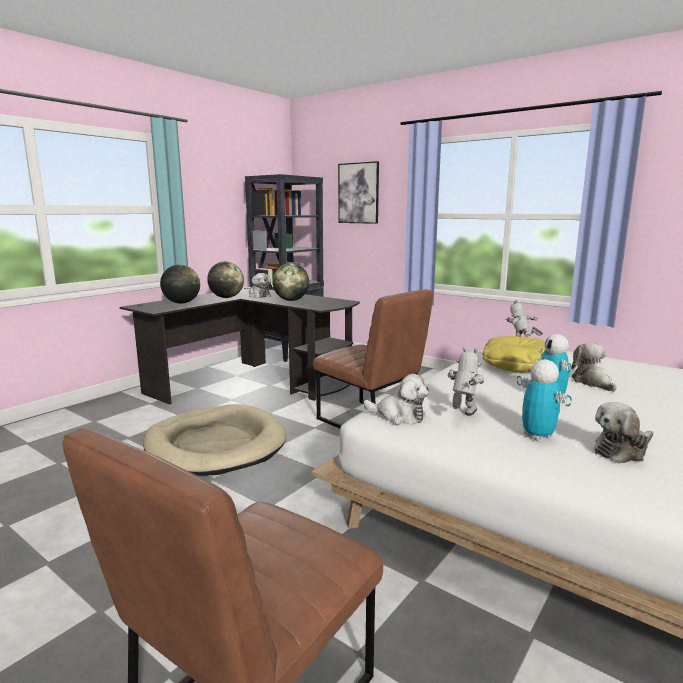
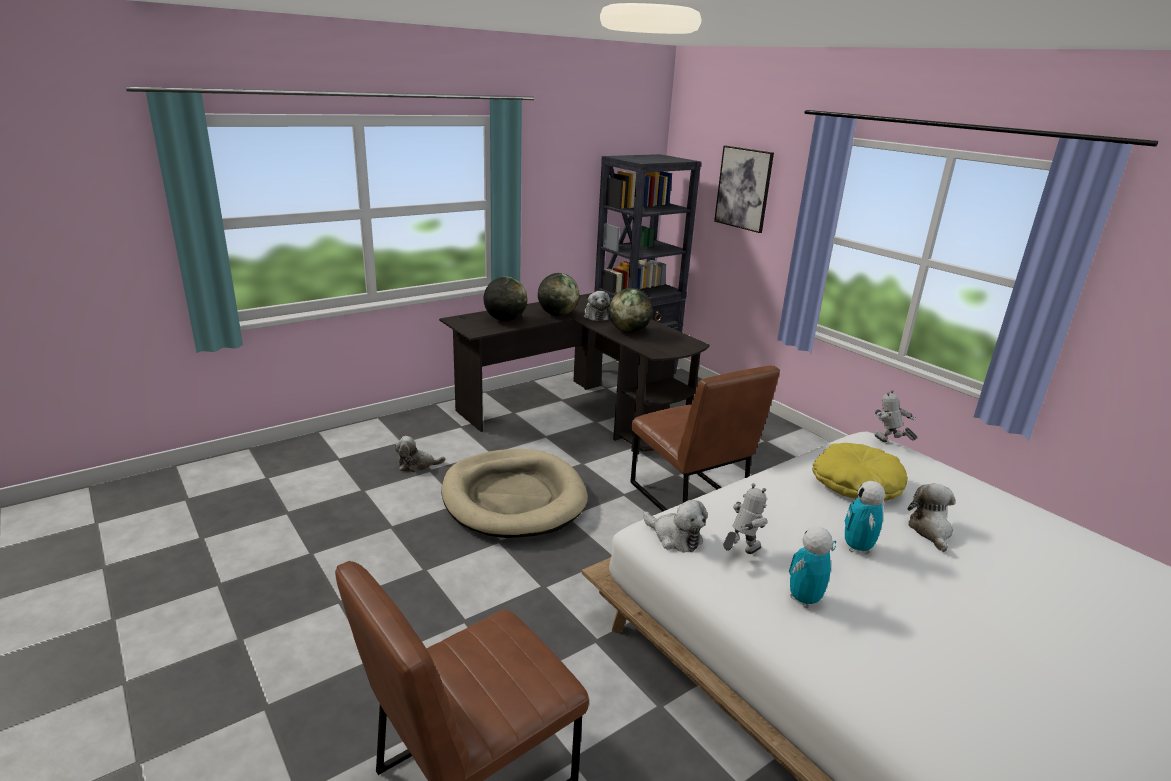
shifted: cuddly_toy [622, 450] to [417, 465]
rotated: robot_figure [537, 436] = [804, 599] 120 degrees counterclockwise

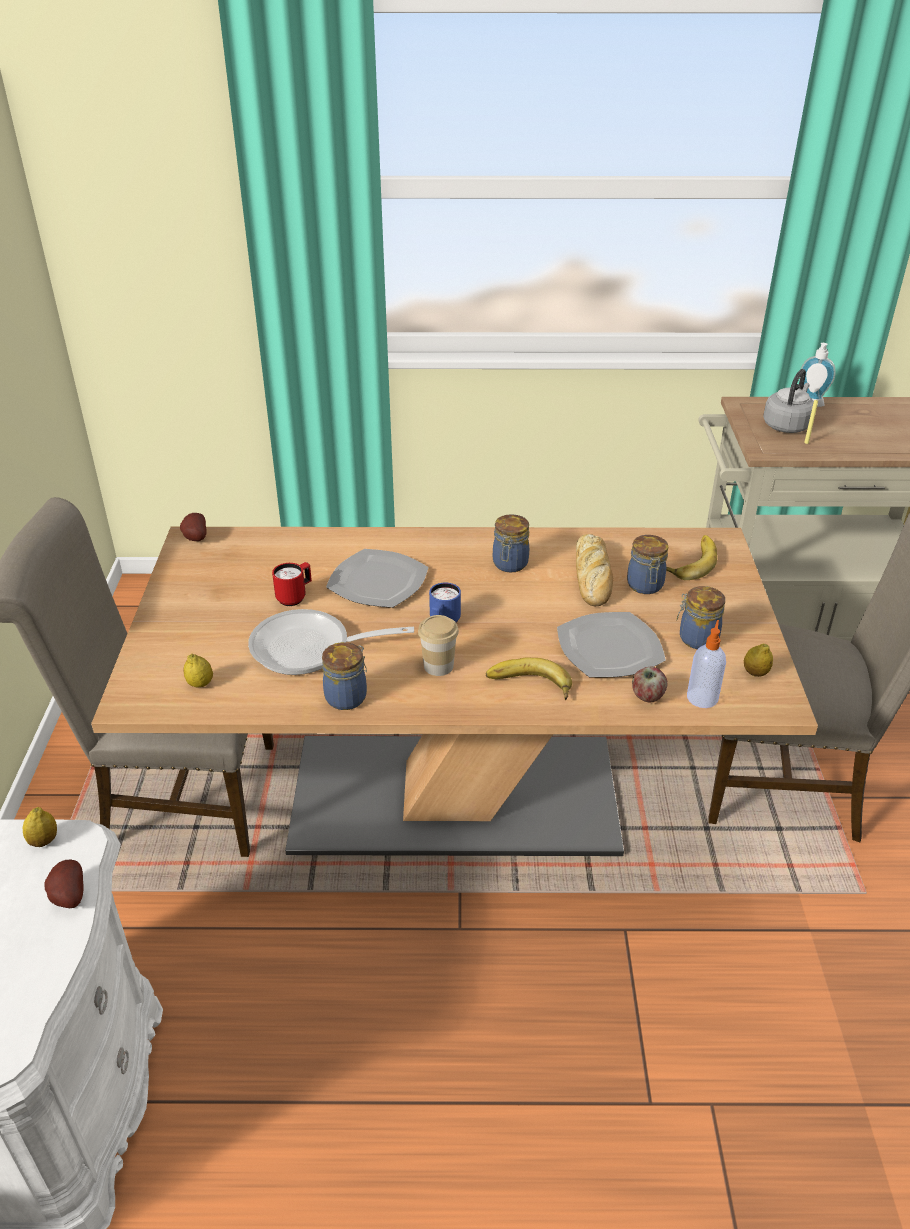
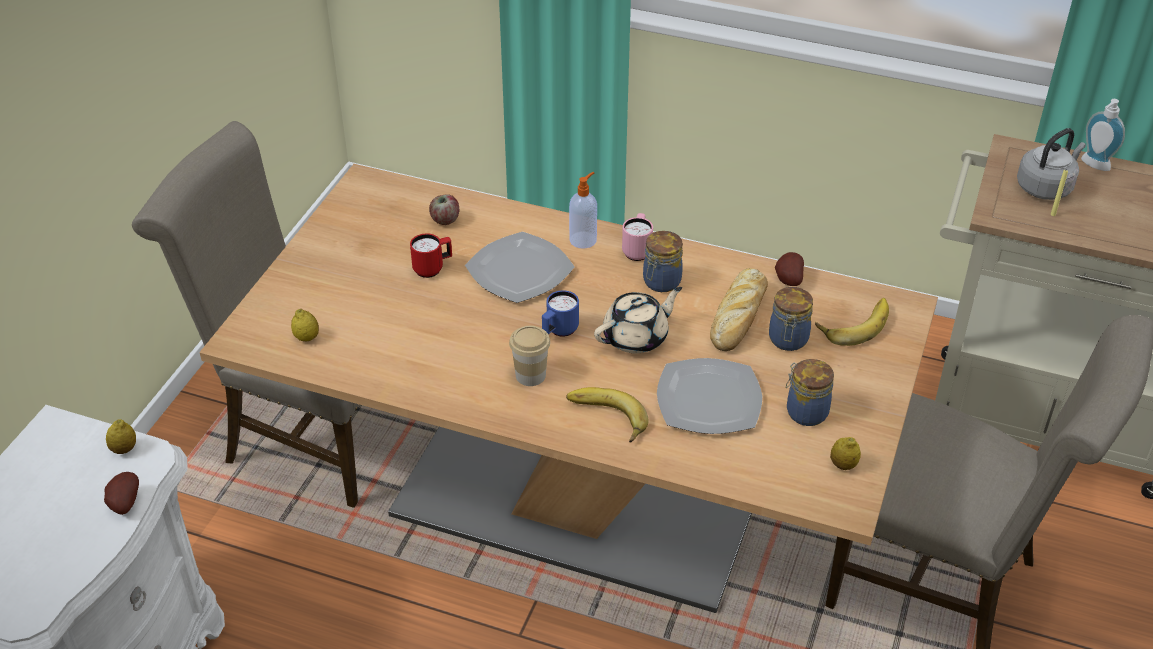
gone: frying_pan [309, 649]; preserve_jar [347, 697]
new: beige_pot_for_tea [636, 337]; pinkish_coffee_mug [637, 250]
shifted: whole_potato [195, 538] to [787, 280]; whole_apple [647, 696] to [445, 220]; soap_dispenser [702, 697] to [583, 239]

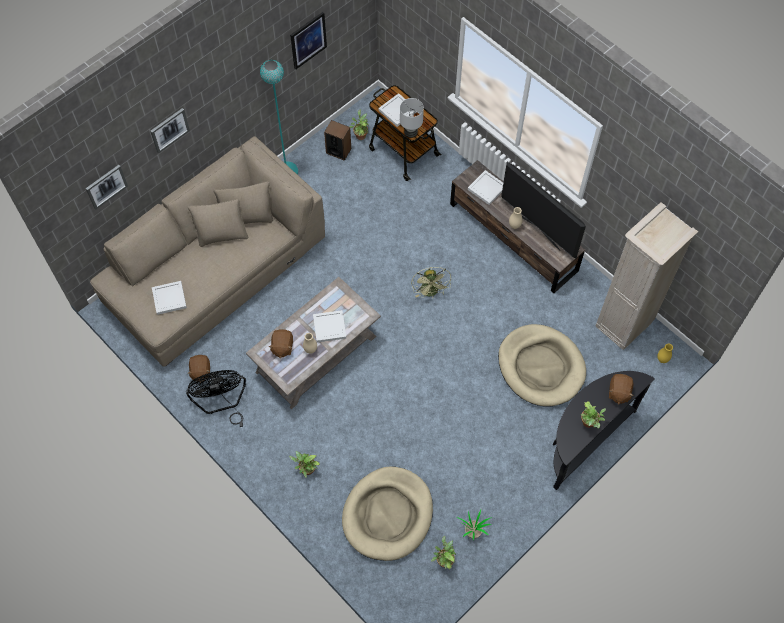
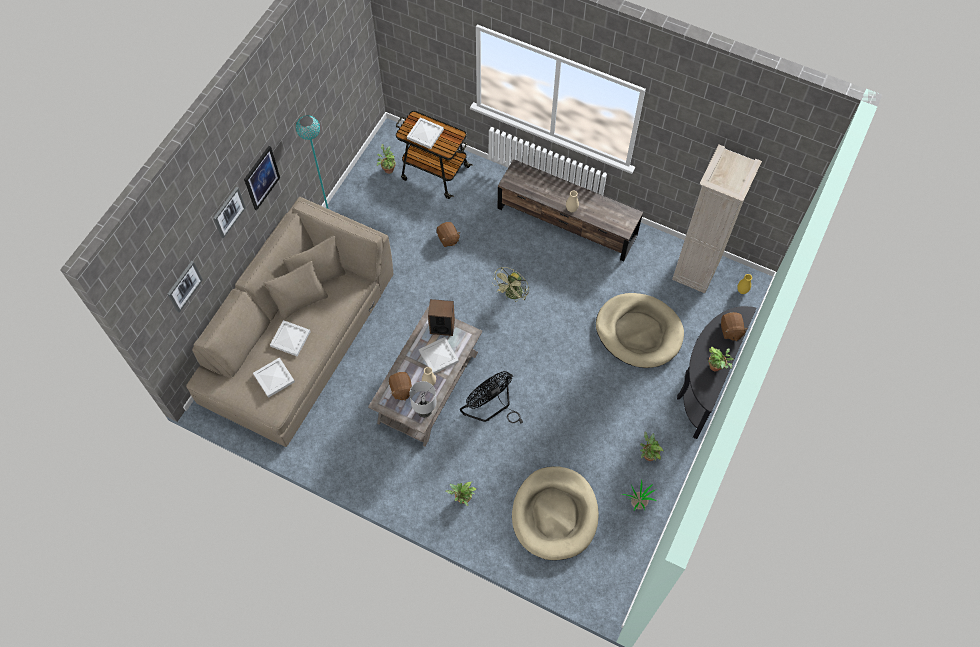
gone: TV [537, 230]
shifted: black-coloured_electric_fan [222, 402] to [494, 406]; brown_cuddly_toy [200, 372] to [448, 239]; wall_art [308, 40] to [261, 178]; audio_speaker [338, 151] to [442, 326]; grey_tabletop_lamp [410, 132] to [424, 410]; plant_in_a_pot [444, 560] to [648, 455]; white-coloured_carrying_tray [487, 189] to [290, 339]
rotated: green-coloured_electric_fan [431, 292] = [512, 295] 60 degrees clockwise

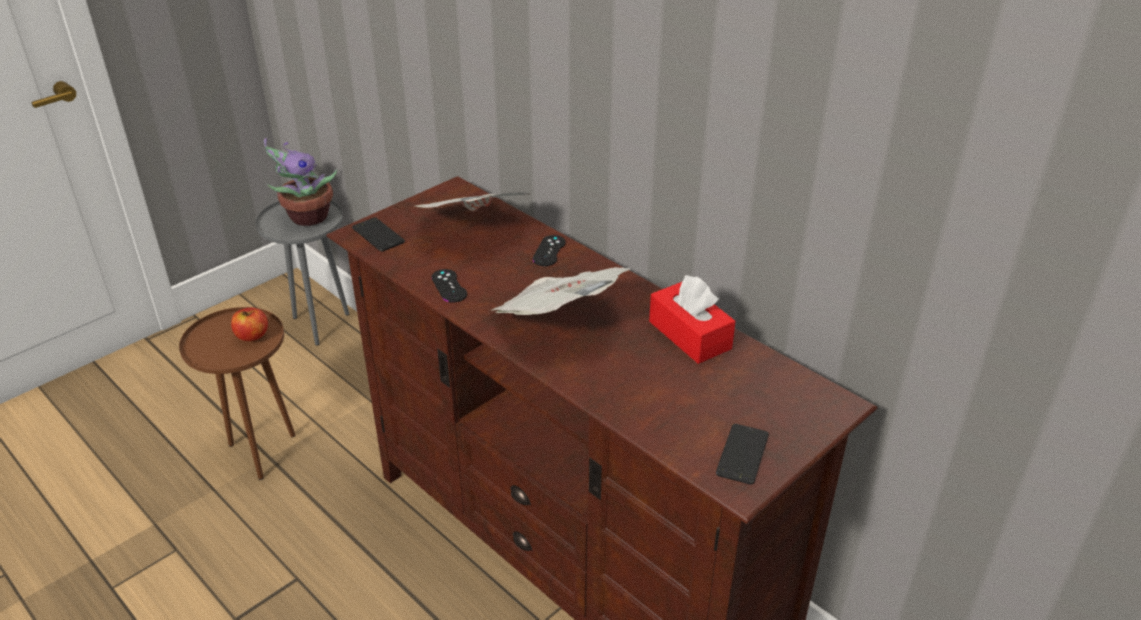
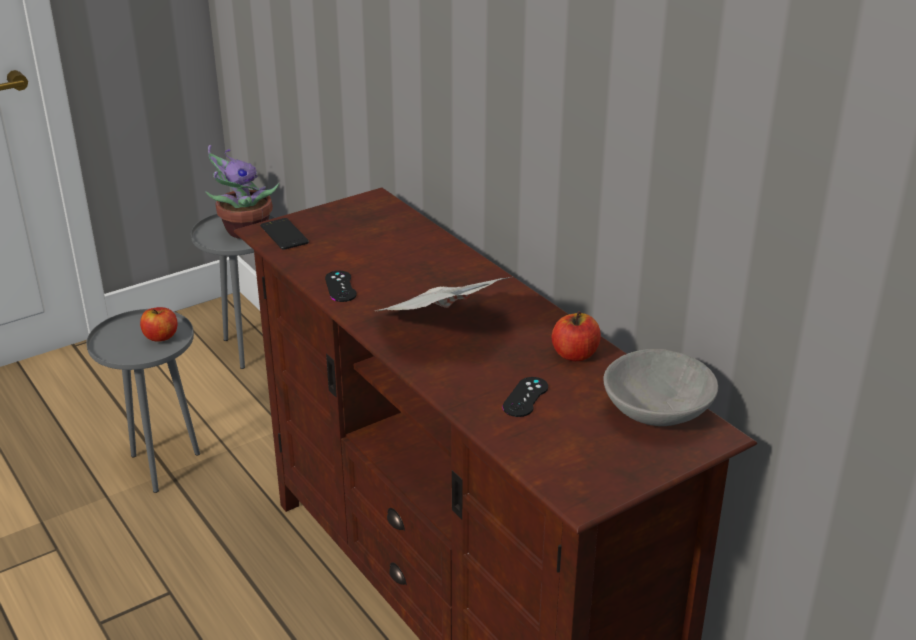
gone: printed_paper [474, 227]; telephone [742, 454]
new: grey_bowl [658, 412]
shifted: black-coloured_joypad [549, 251] to [525, 397]
swapped: reddish_box_of_tissues [689, 335] to whole_apple [575, 354]
repainted: brown_side_table [262, 452] to grey_side_table [162, 466]

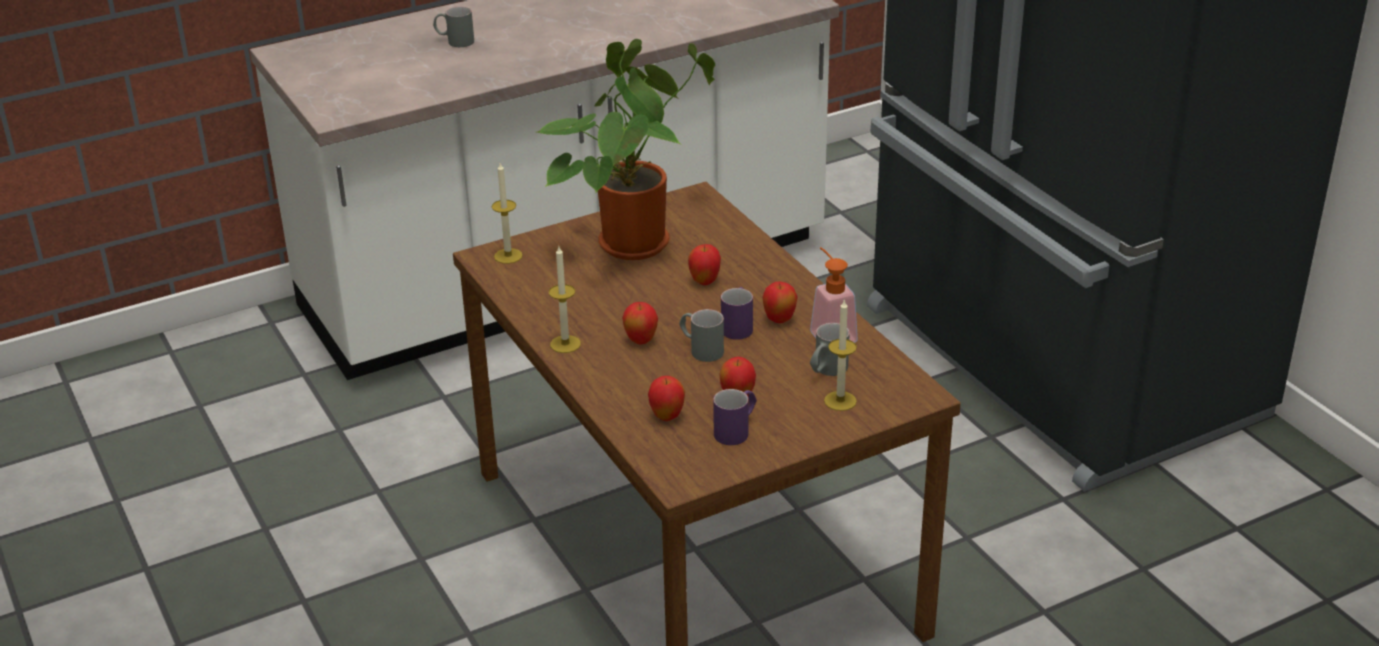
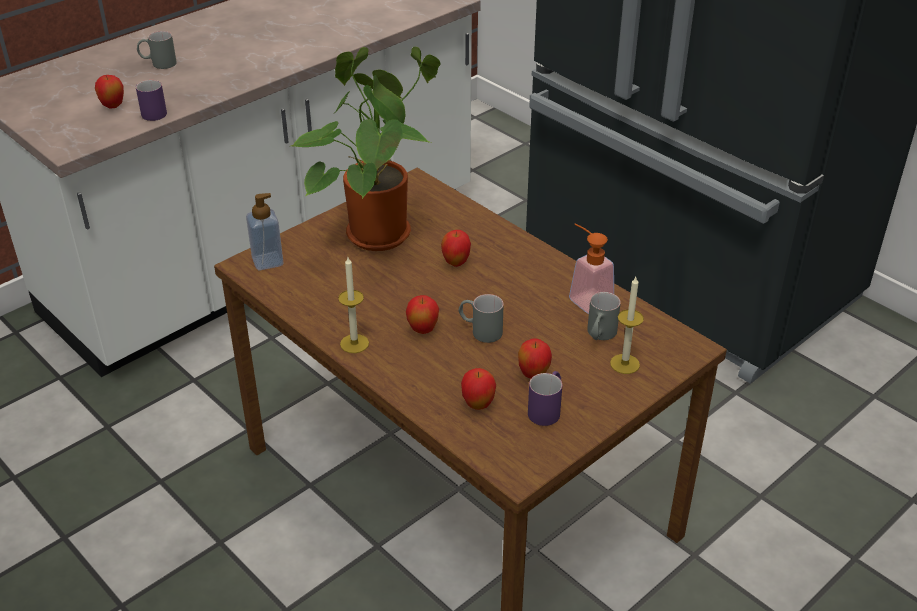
shifted: purple-coloured_coffee_mug [738, 326] to [155, 111]; whole_apple [779, 320] to [113, 106]
swapped: candle [508, 256] to soap_dispenser [267, 261]

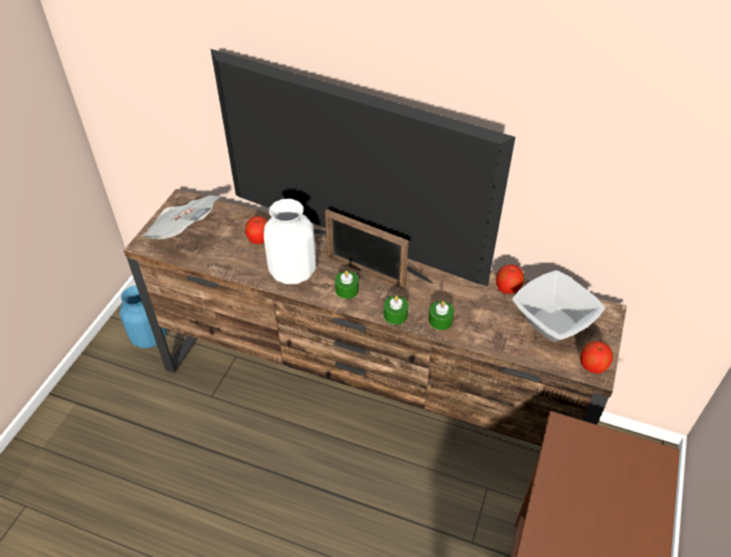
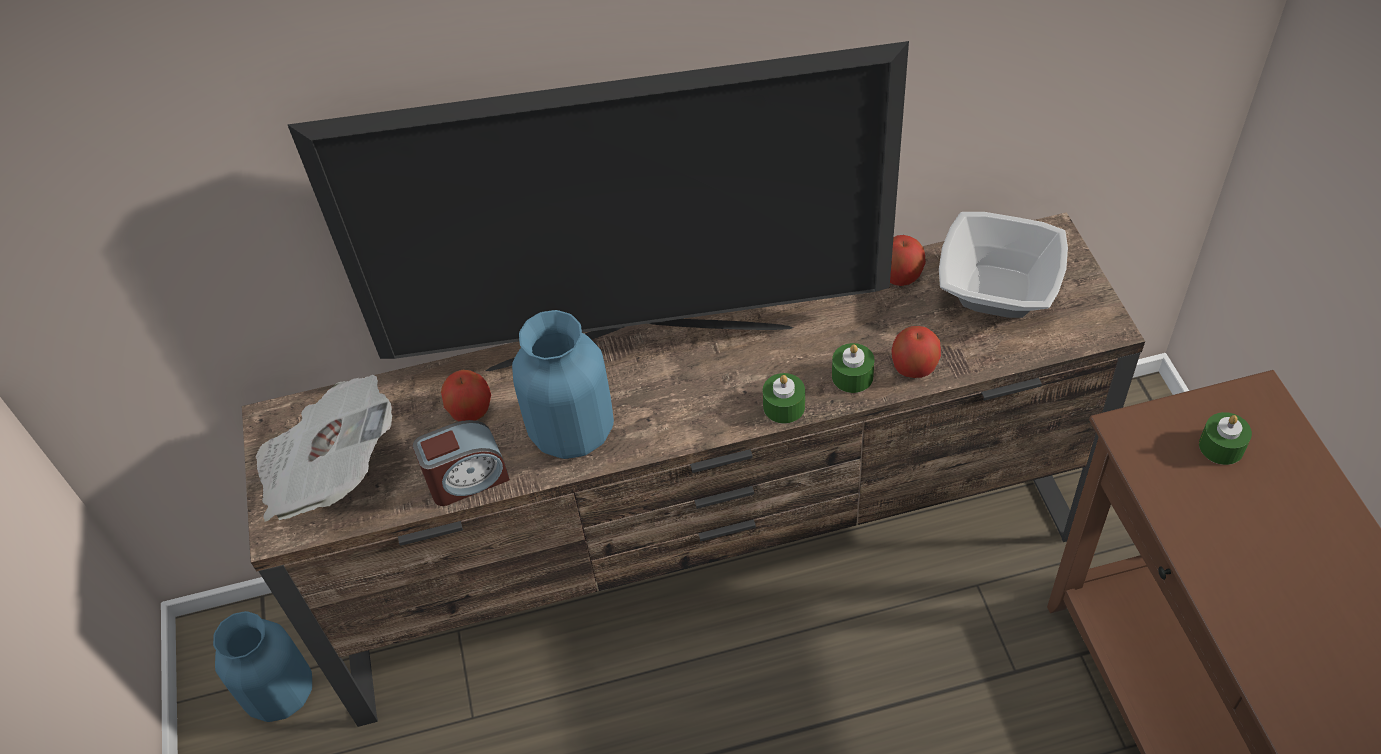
gone: photo_frame [365, 272]
new: alarm_clock [467, 479]
shifted: green-coloured_candle [347, 290] to [1221, 446]; whole_apple [592, 366] to [914, 367]
repainted: white-coloured_flower_vase [292, 271] to blue_flower_vase [572, 430]

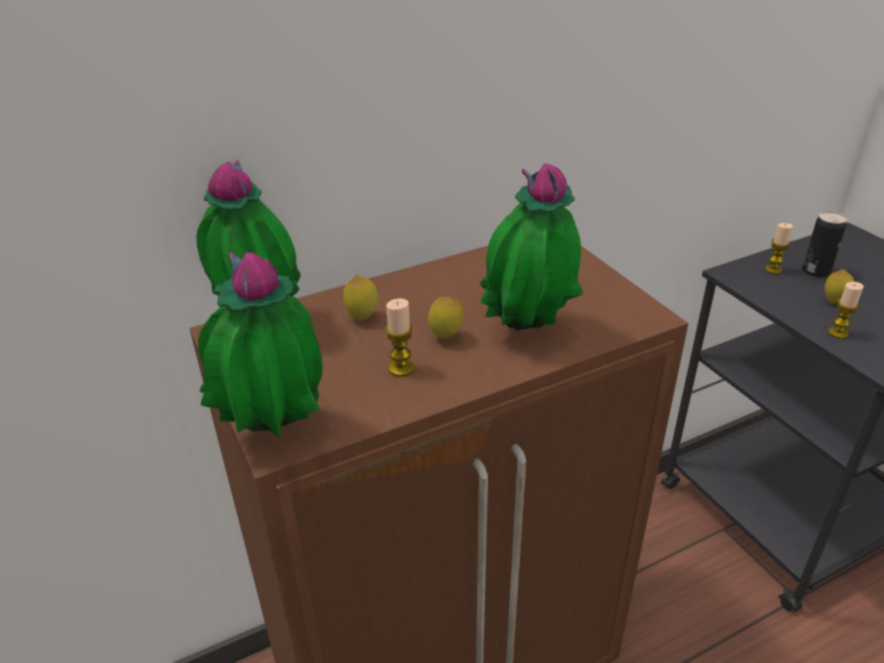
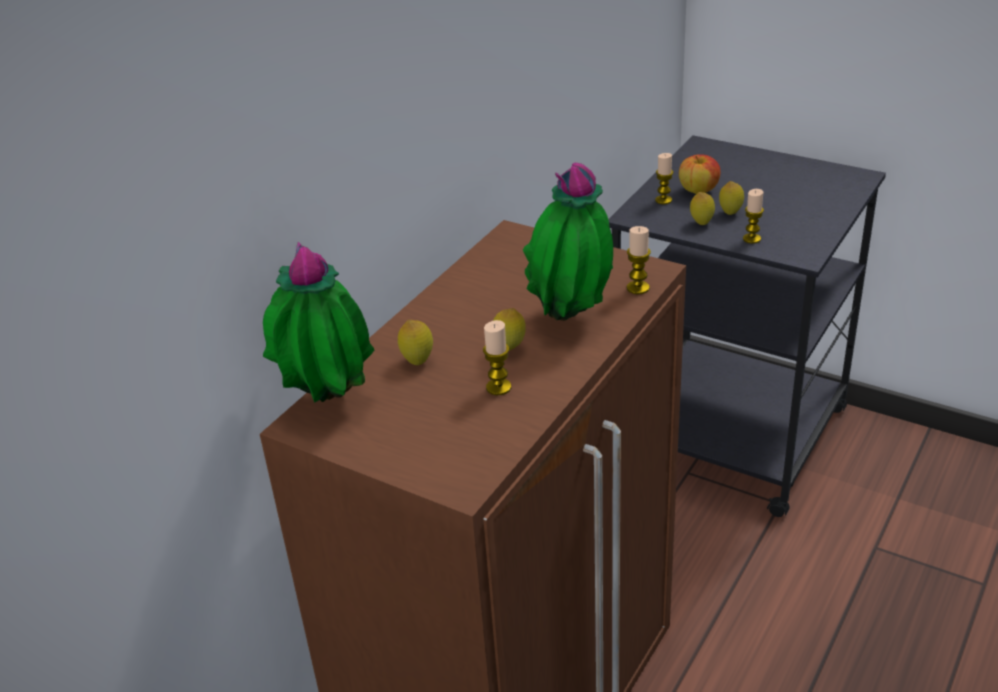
gone: plant_in_a_pot [274, 435]
new: candle [638, 288]; lemon [701, 223]
swapped: can [815, 272] to whole_apple [698, 191]

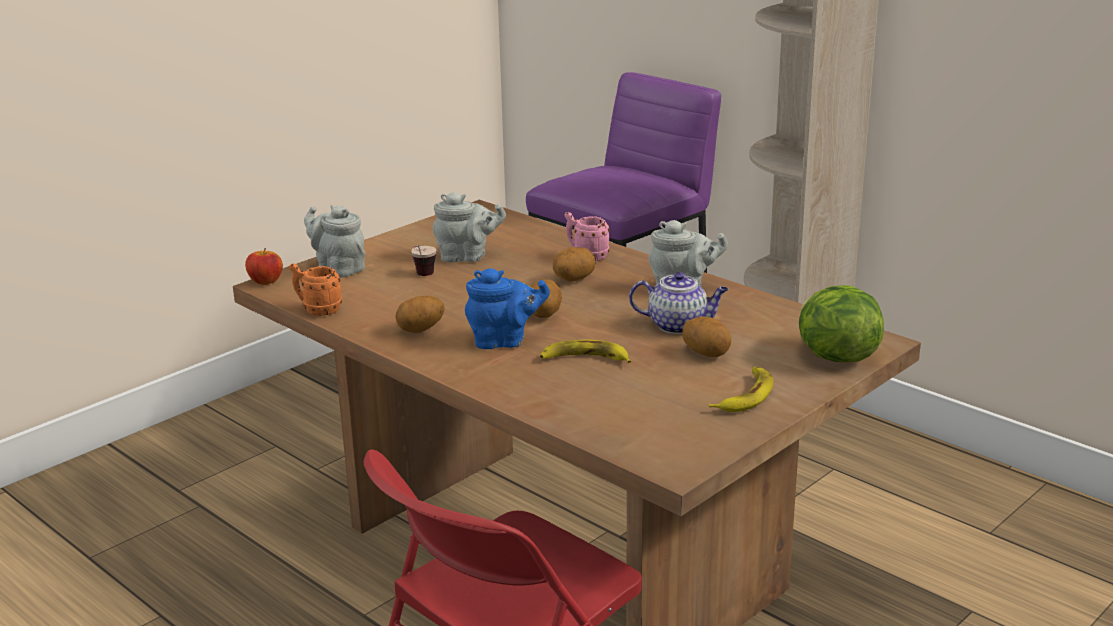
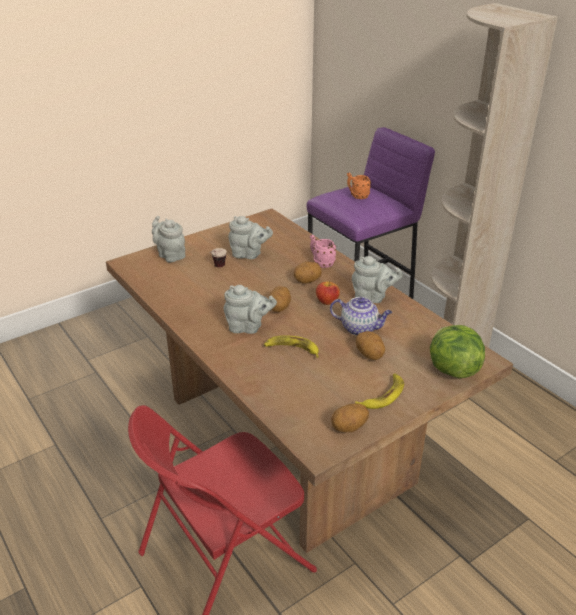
shifted: whole_apple [265, 282] to [327, 302]; orange-coloured_coffee_mug [317, 310] to [357, 196]; whole_potato [421, 330] to [349, 428]
repainted: blue_pot_for_tea [504, 341] to grey_pot_for_tea [248, 327]

